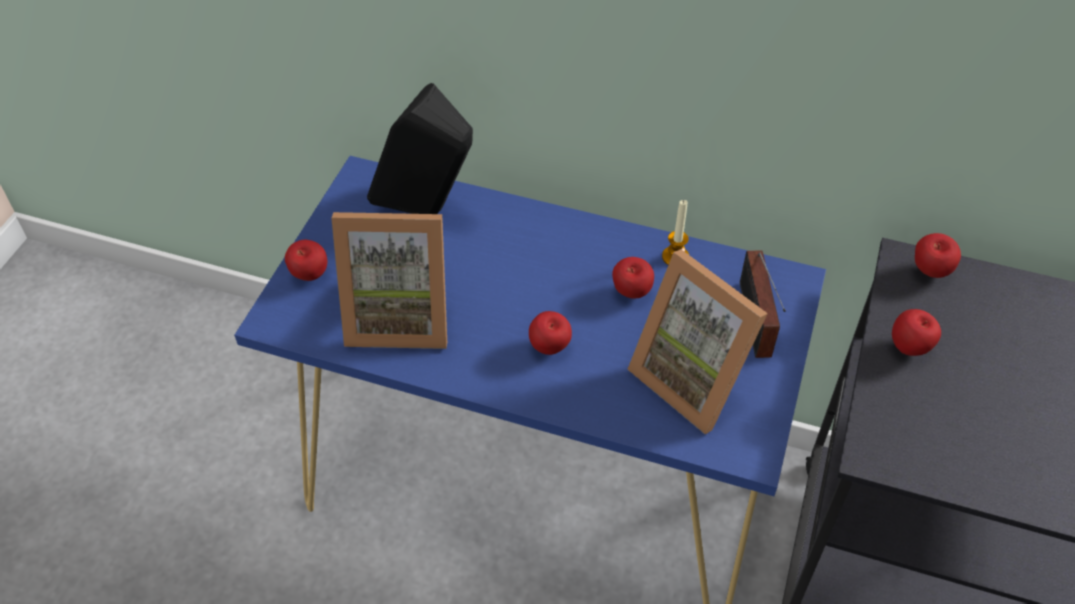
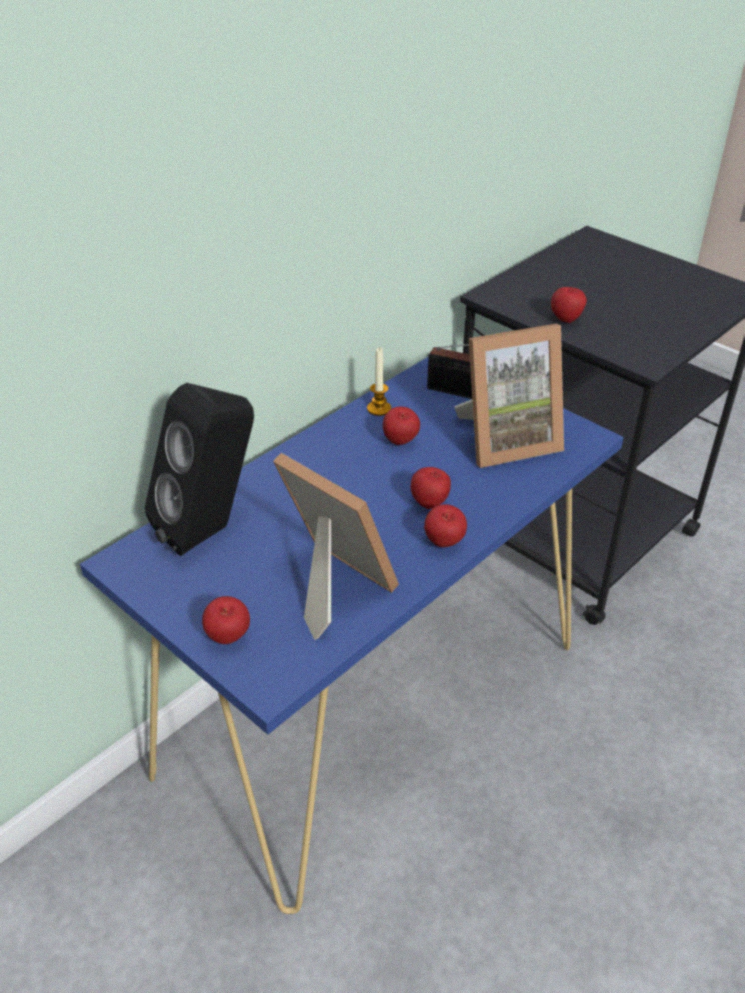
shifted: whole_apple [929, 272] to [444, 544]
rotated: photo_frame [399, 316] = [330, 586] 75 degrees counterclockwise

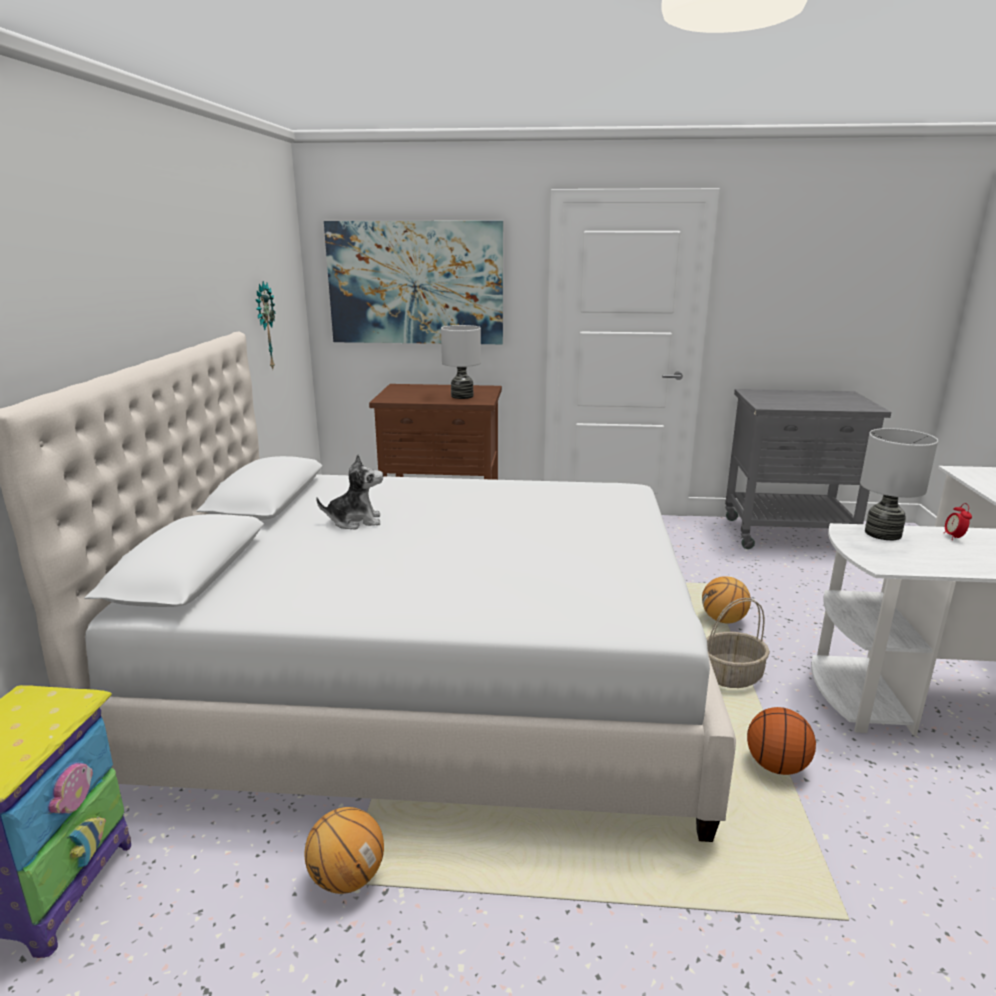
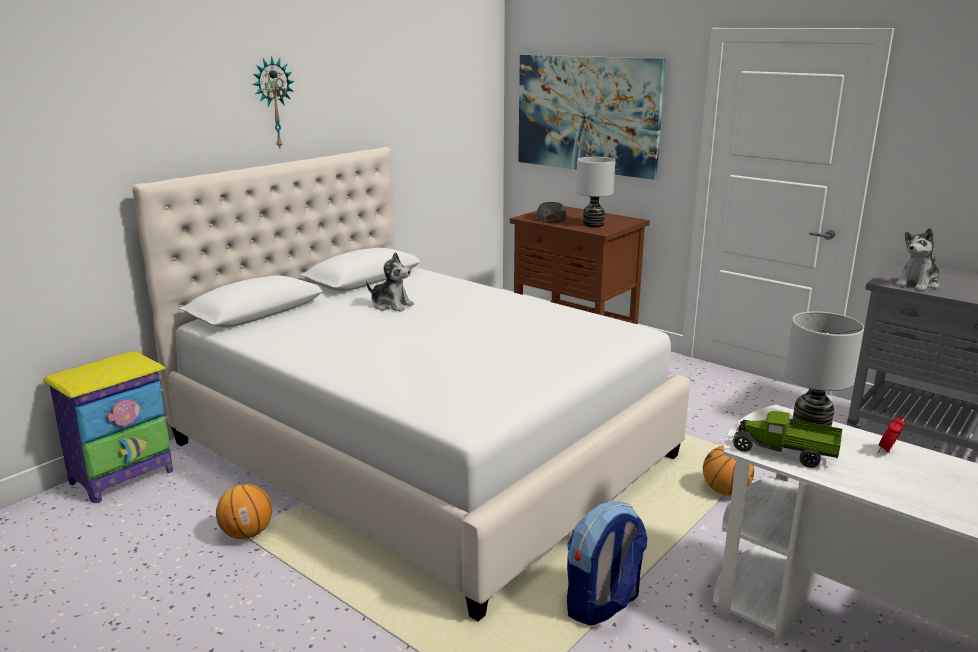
gone: storage_basket [731, 675]
new: grey_baseball_cap [550, 219]; toy_truck [785, 453]; cuddly_toy [918, 284]
shifted: hanging_clock [264, 326] to [273, 103]
swapped: basketball [776, 766] to knapsack [602, 605]

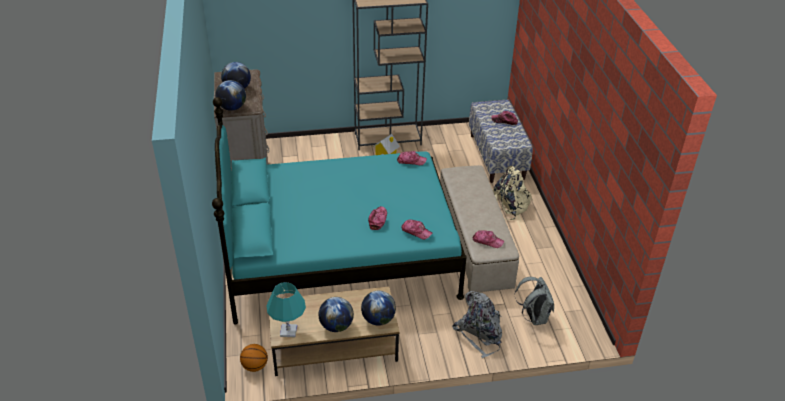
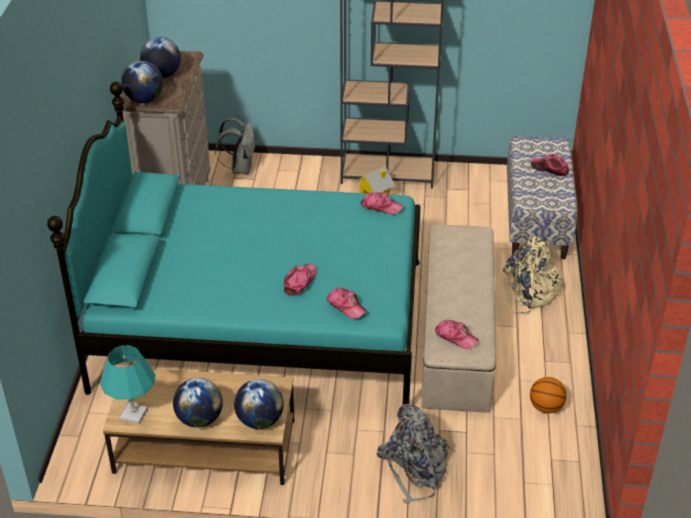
shifted: basketball [255, 366] to [546, 407]; grey_knapsack [533, 317] to [240, 168]

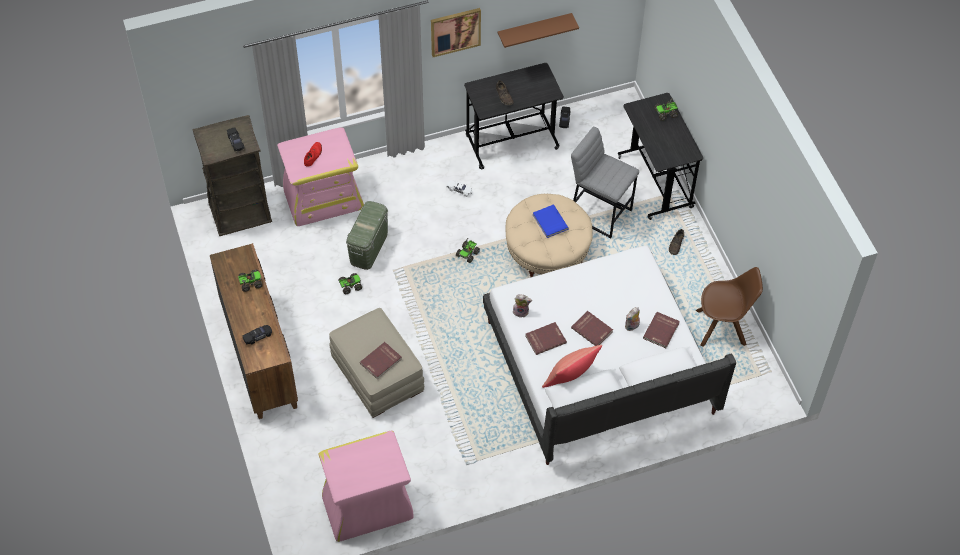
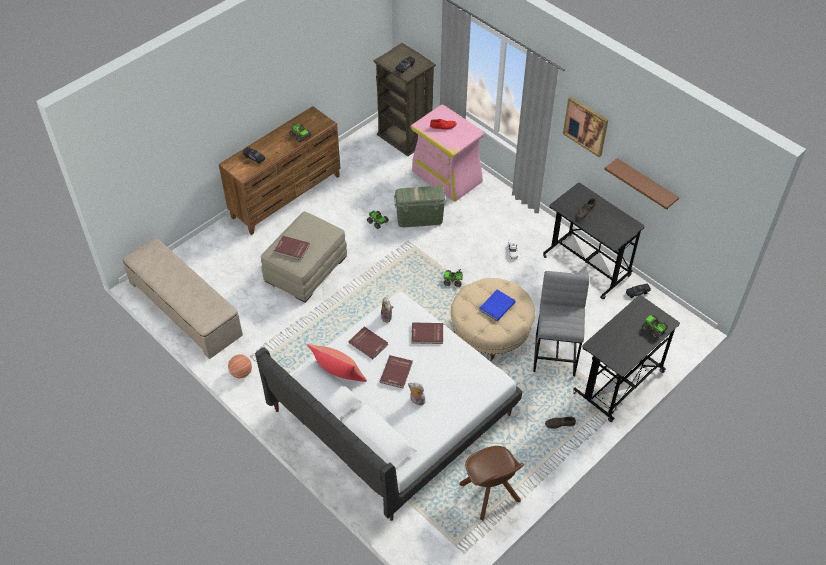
new: basketball [241, 372]
shifted: reddish_volume [661, 331] to [427, 334]
swapped: pinkish_night_table [366, 506] to beige_indoor_bench [184, 308]

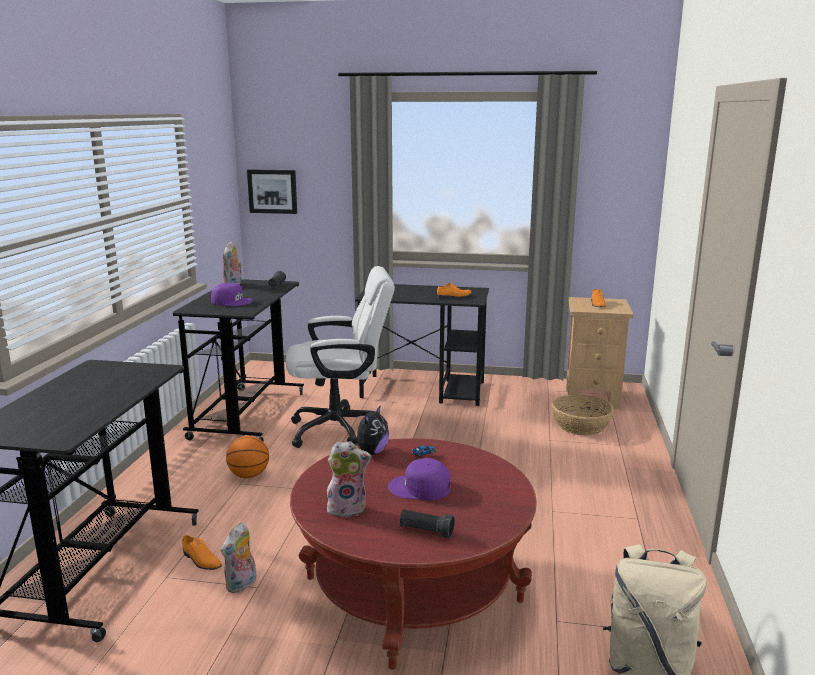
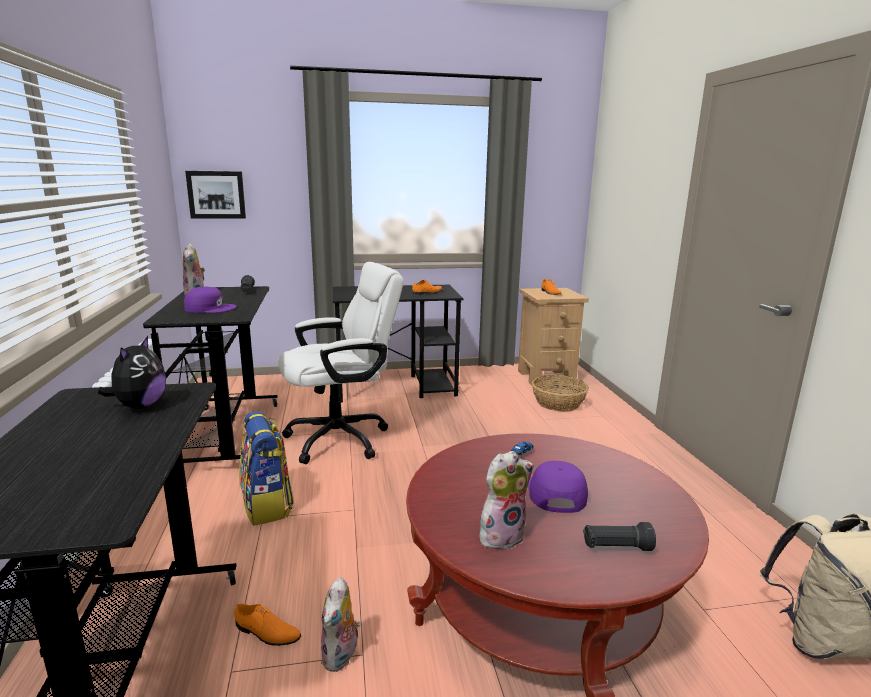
shifted: cuddly_toy [371, 452] to [140, 406]
swapped: basketball [249, 475] to knapsack [267, 505]
rotated: purple-coloured_baseball_cap [420, 488] = [555, 492] 105 degrees clockwise

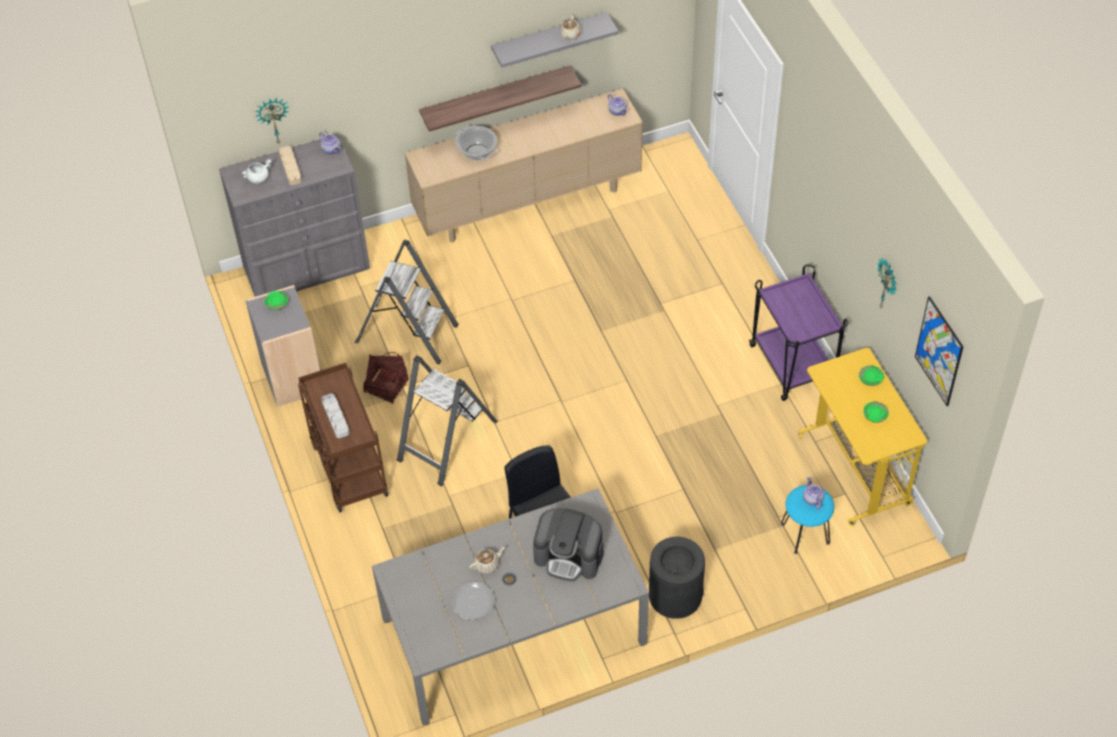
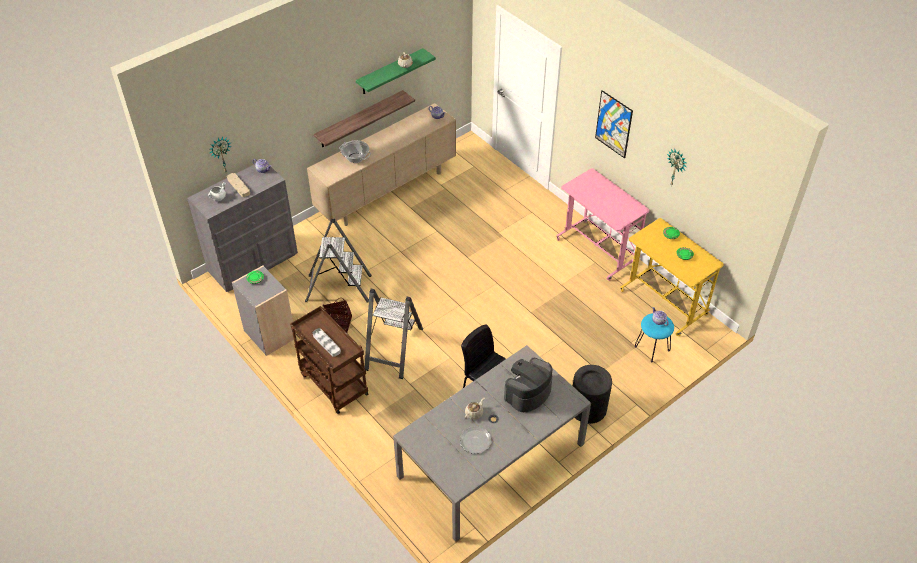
shifted: wall_art [939, 351] to [613, 124]
swapped: purple-coloured_wheeled_cart [792, 365] to pinkish_desk_unit [597, 250]
repainted: grey_wall_shelf [549, 39] to green-coloured_wall_shelf [390, 72]
rotated: coffee_maker [569, 556] = [527, 393] 135 degrees clockwise

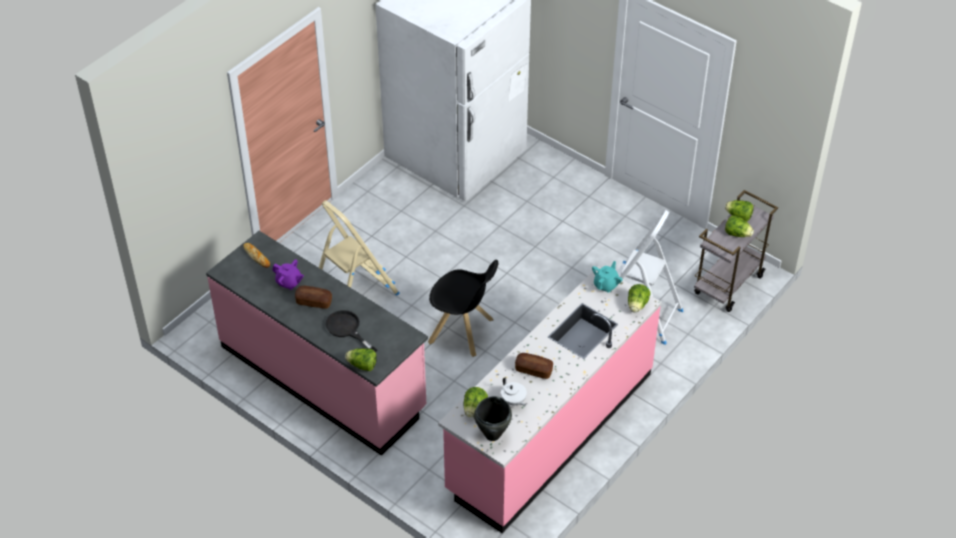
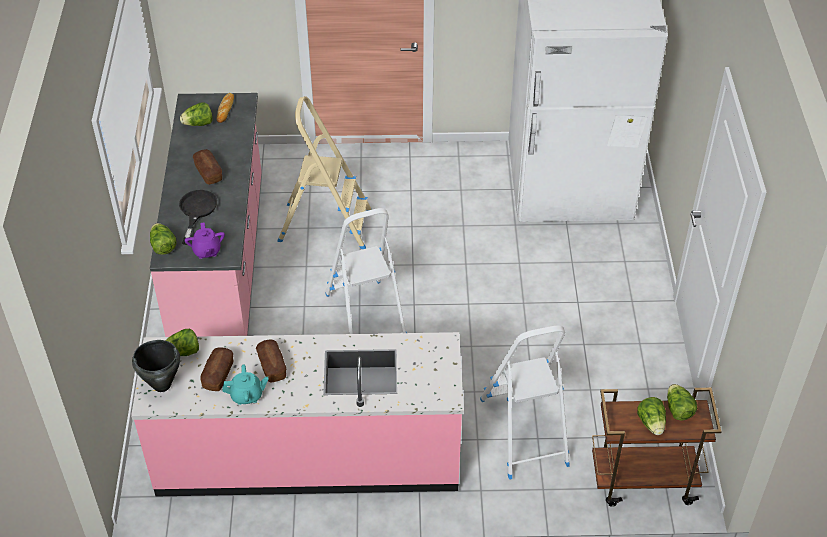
shifted: purple-coloured_pot_for_tea [289, 282] to [207, 251]; turquoise_pot_for_tea [606, 285] to [247, 395]; lettuce [637, 305] to [198, 124]
swapped: black-coloured_plain_chair [463, 331] to white-coloured_stepladder [365, 318]; white-coloured_pot_for_tea [513, 401] to bread [218, 374]
repainted: grey_wheeled_cart [727, 287] to brown_wheeled_cart [641, 483]

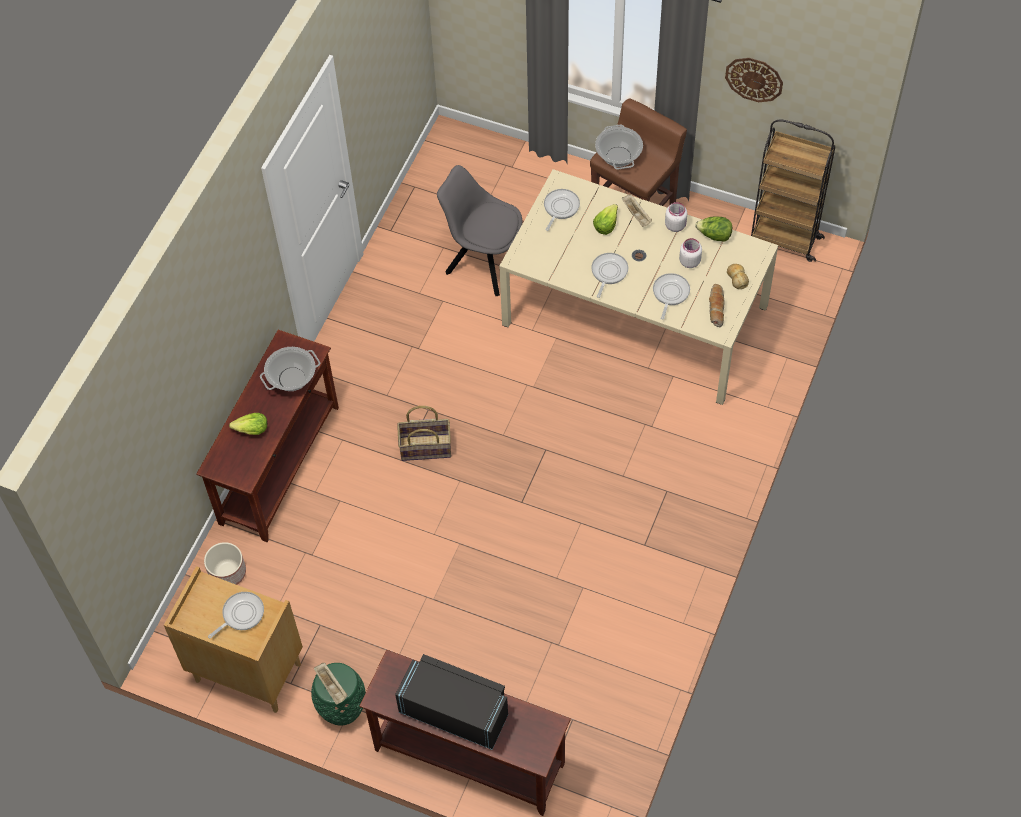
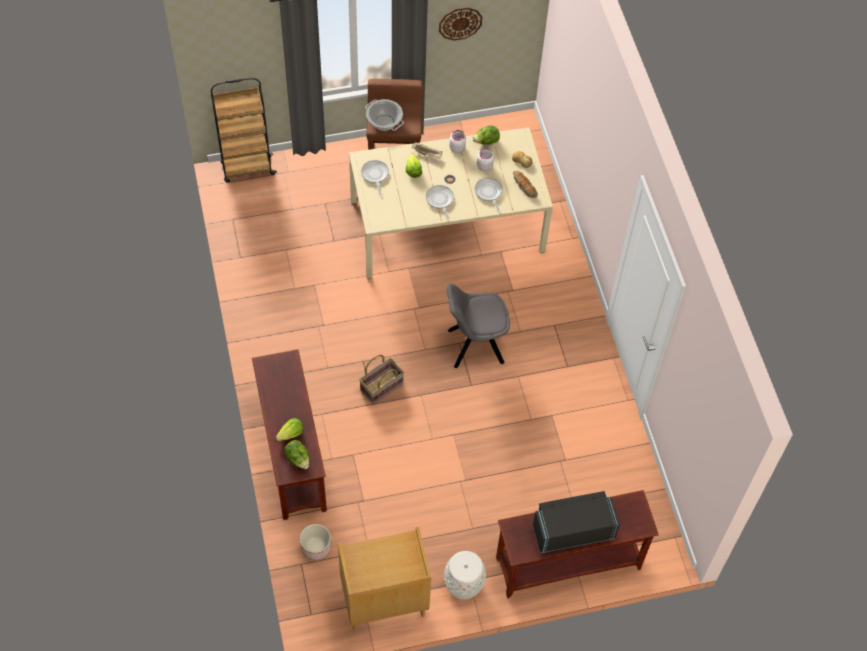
gone: frying_pan [241, 614]; saucepot [292, 379]; beige_carrying_tray [332, 686]
new: lettuce [298, 459]
shifted: grey_plain_chair [484, 263] to [475, 346]; brown_wheeled_cart [784, 240] to [247, 169]
repainted: green-coloured_sitting_stool [342, 706] to white-coloured_sitting_stool [463, 584]

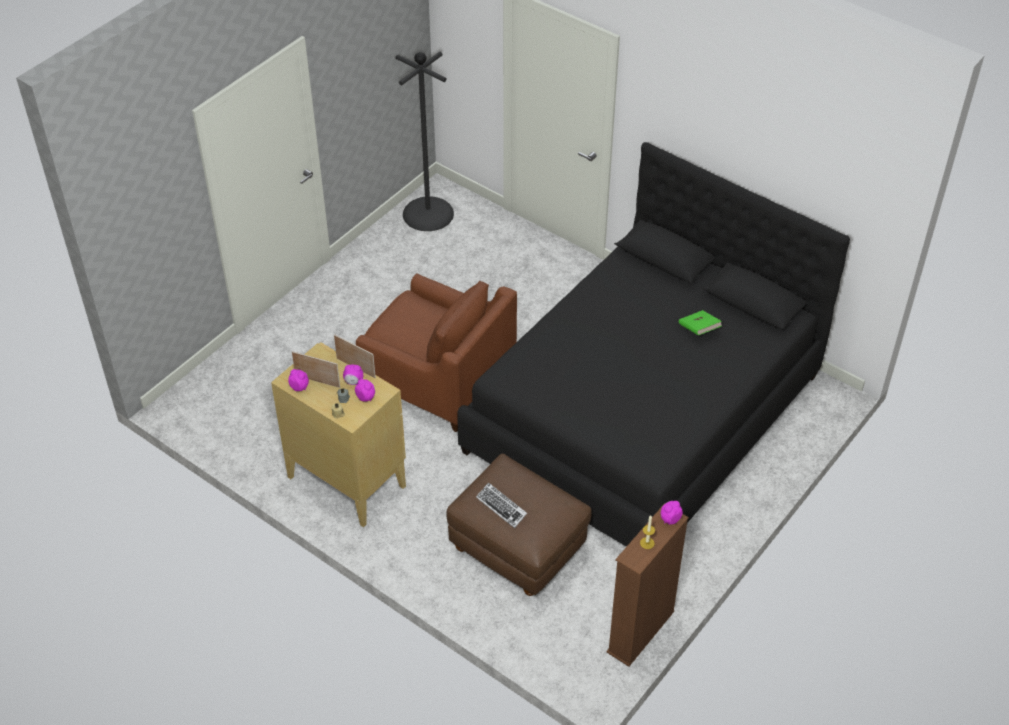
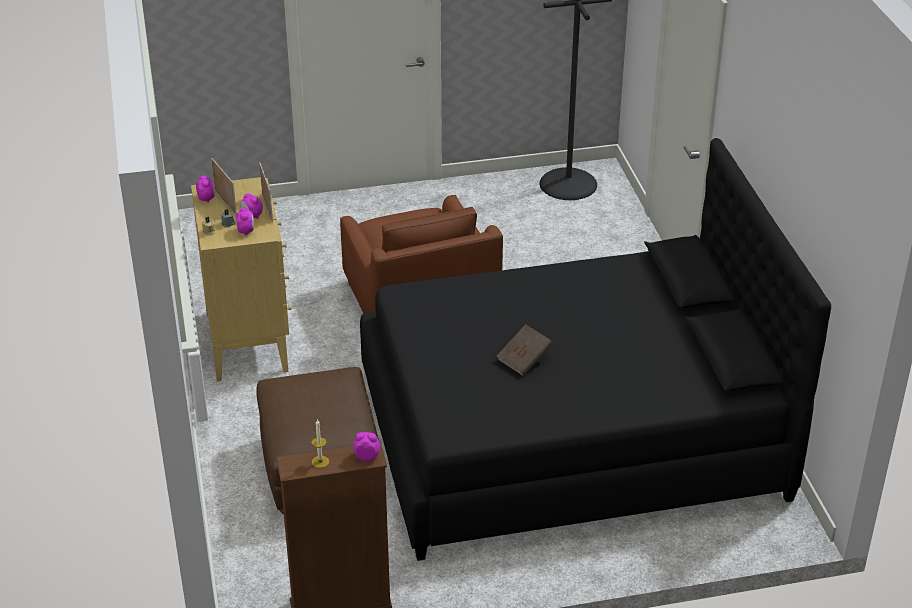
gone: computer_keyboard [501, 507]; green-coloured_volume [699, 329]
new: brown_volume [524, 359]

